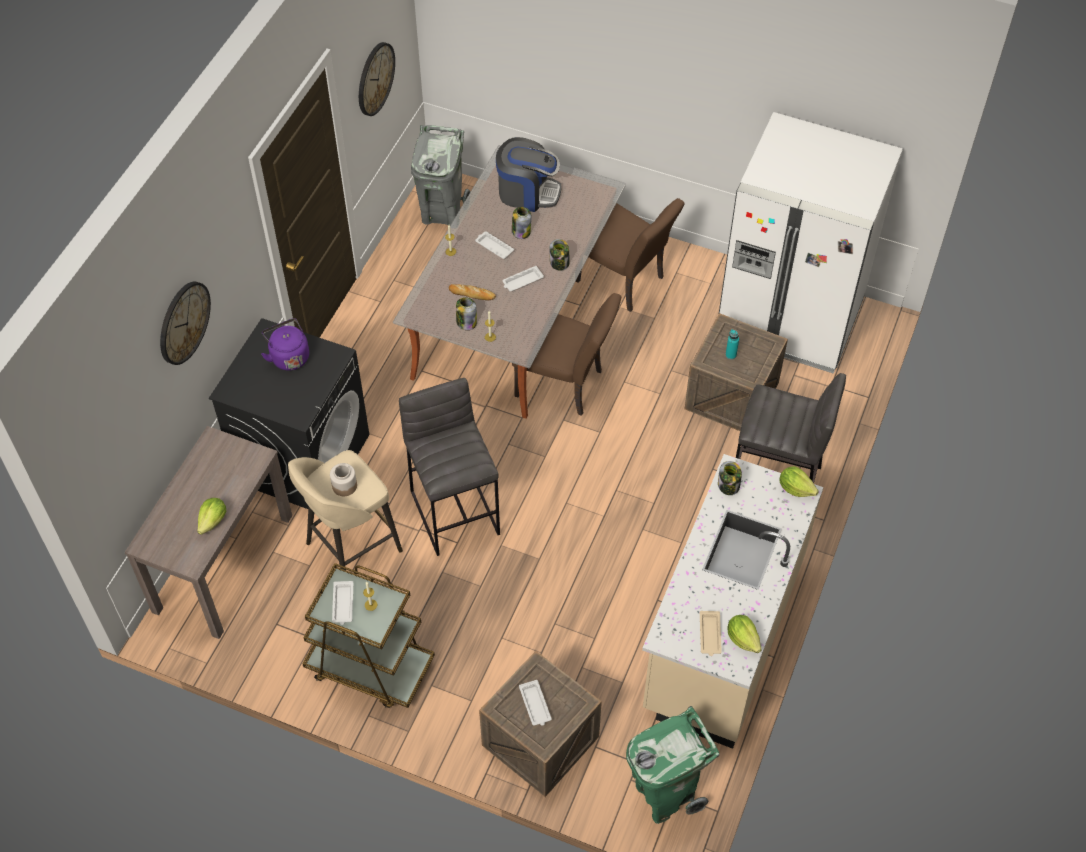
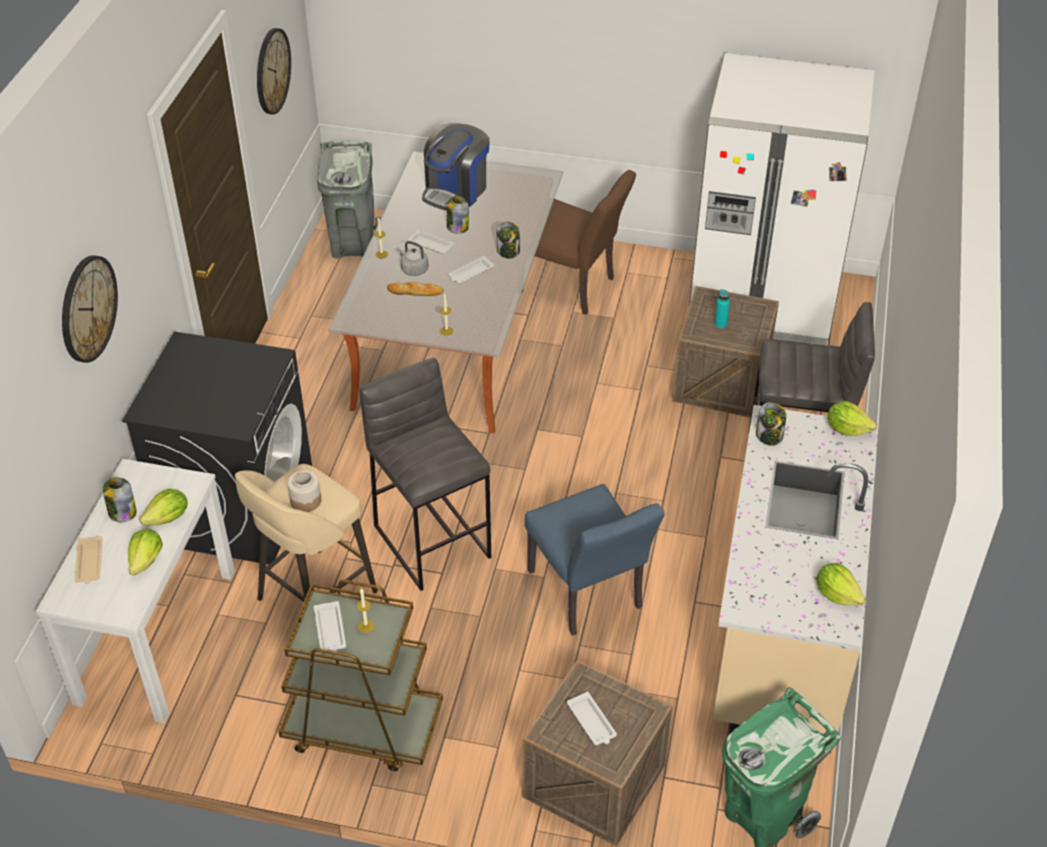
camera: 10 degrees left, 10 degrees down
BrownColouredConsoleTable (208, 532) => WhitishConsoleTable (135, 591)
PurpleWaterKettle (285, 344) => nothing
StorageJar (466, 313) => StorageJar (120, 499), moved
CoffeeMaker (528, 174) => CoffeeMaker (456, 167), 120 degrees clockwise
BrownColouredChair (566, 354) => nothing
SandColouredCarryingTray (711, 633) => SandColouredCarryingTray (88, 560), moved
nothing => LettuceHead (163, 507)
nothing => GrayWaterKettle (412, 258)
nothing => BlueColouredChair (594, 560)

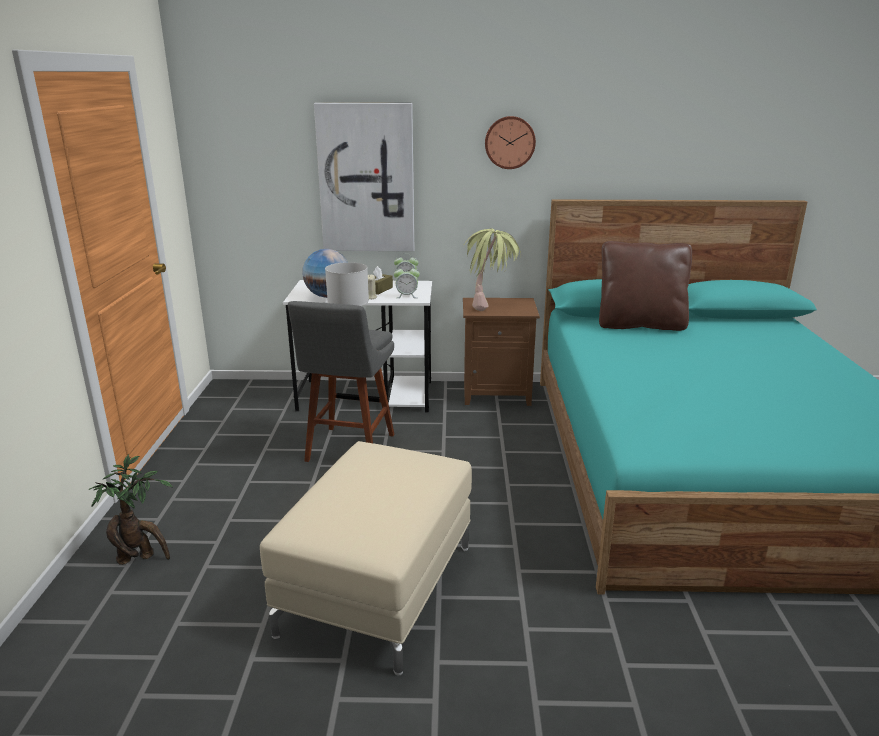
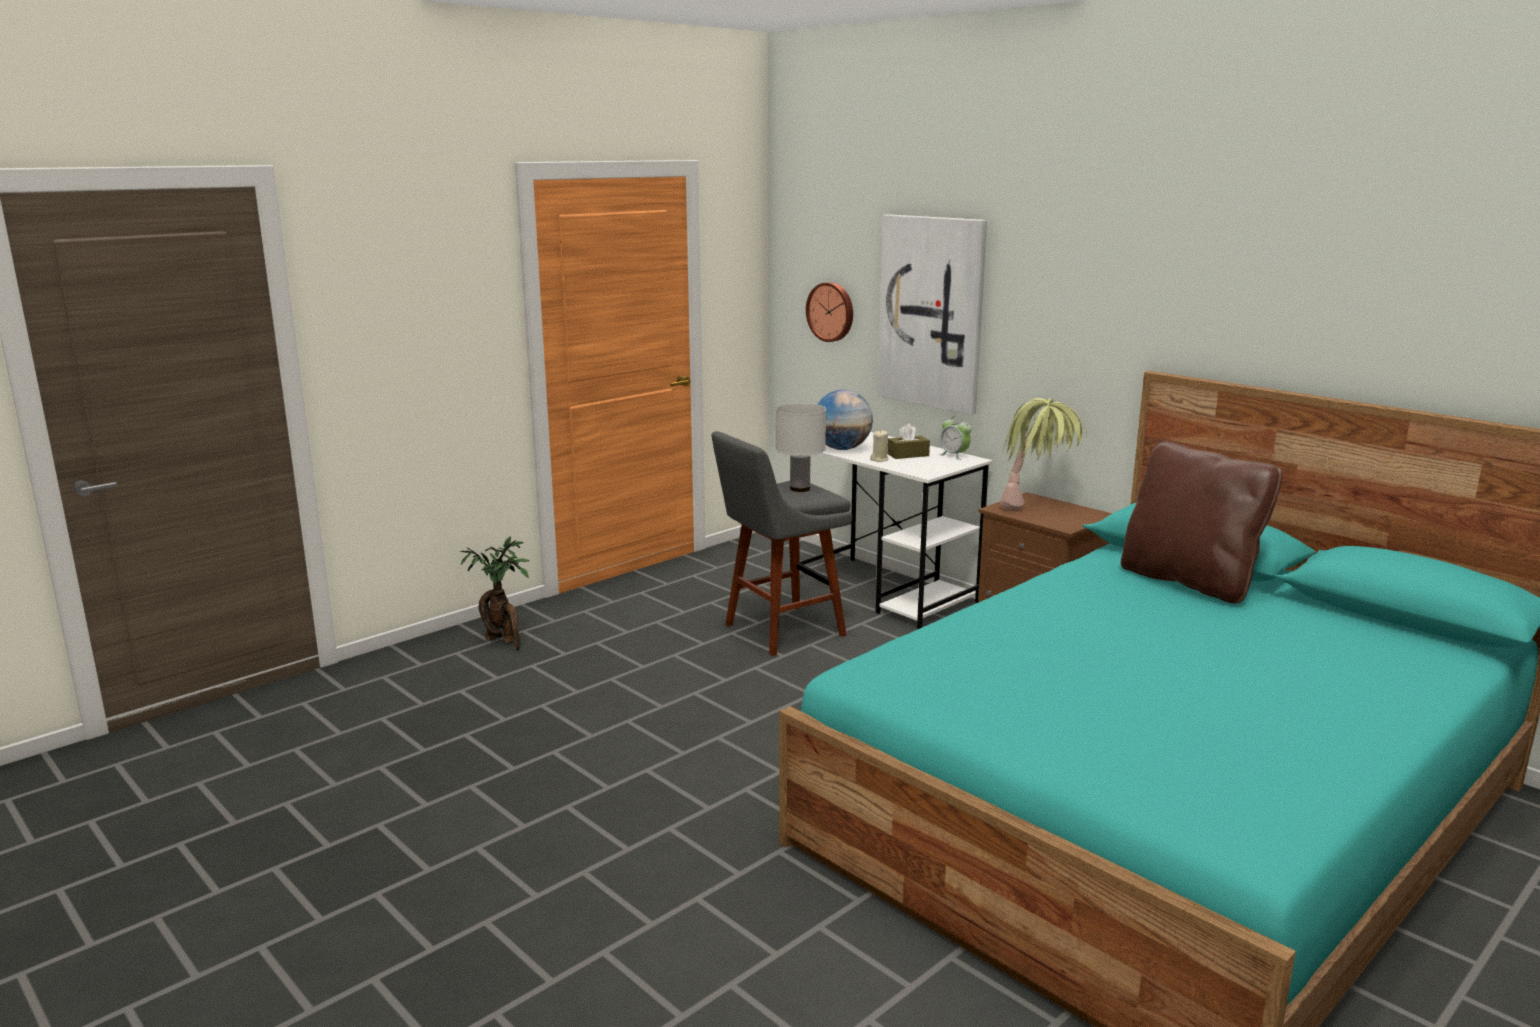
camera: 45 degrees right, 5 degrees down
SandColouredOttoman (366, 558) => nothing
BedsideClock (407, 283) => nothing
WallClock (510, 142) => WallClock (829, 312), moved

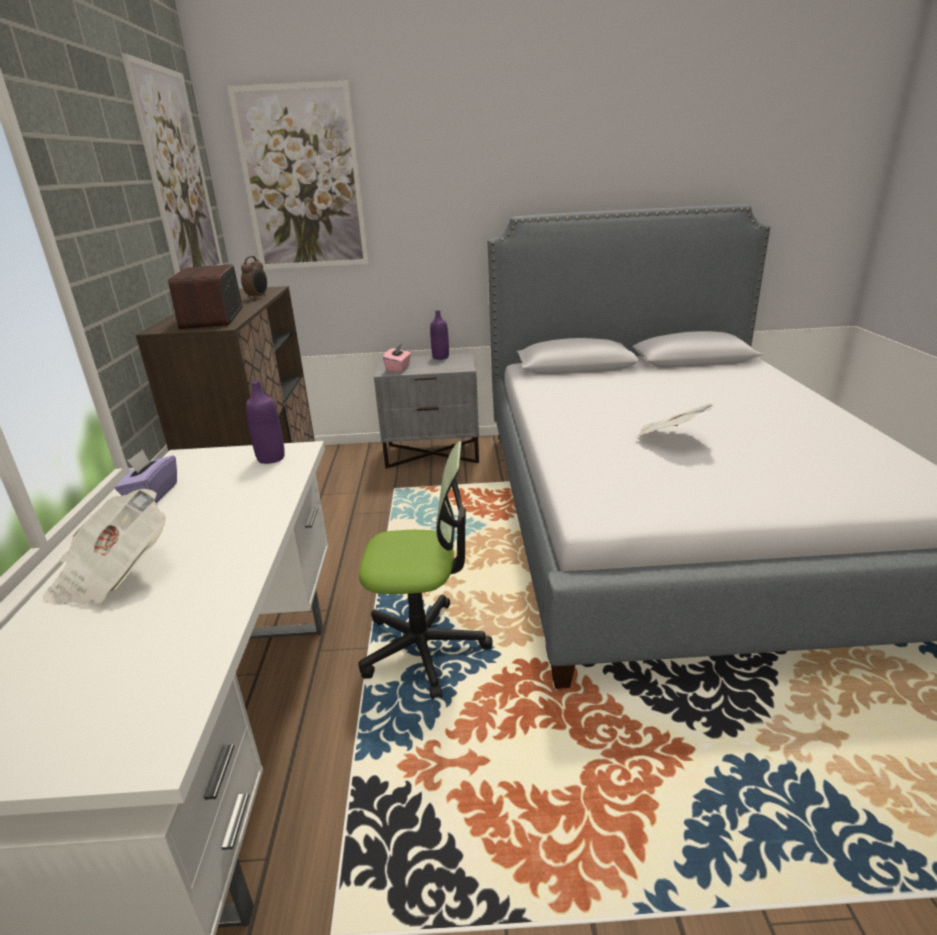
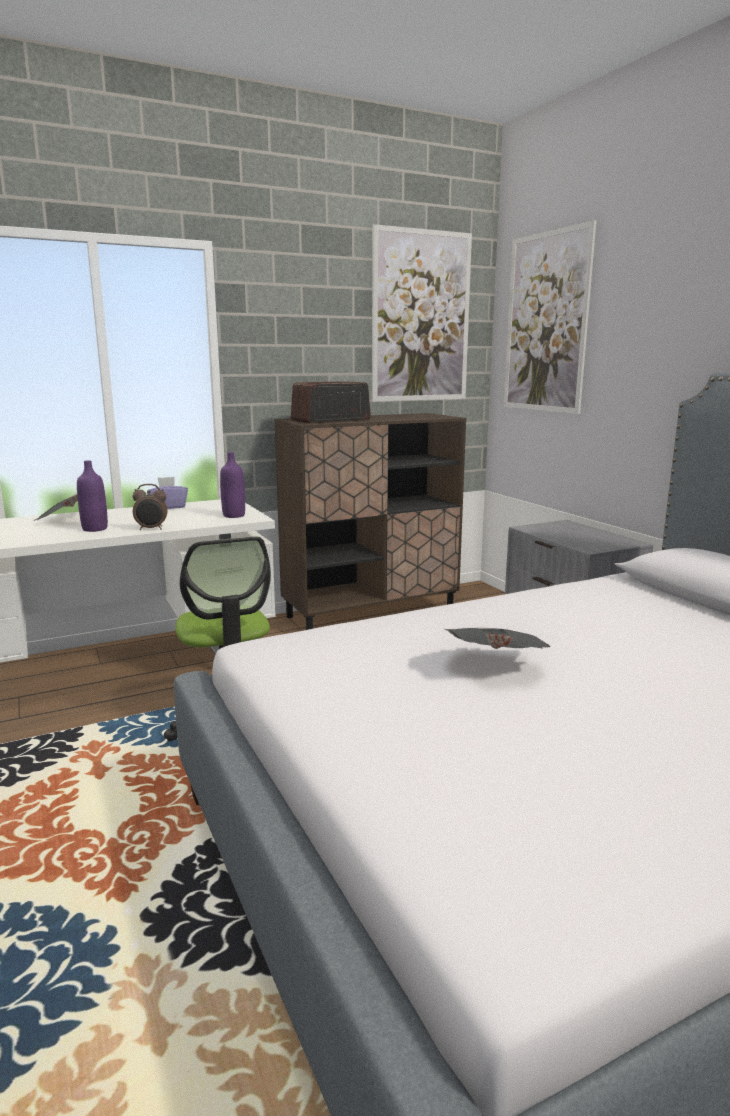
camera: 65 degrees right, 10 degrees down
BedsideClock (254, 277) => BedsideClock (149, 507), moved
PinkColouredTissueHolder (397, 358) => nothing
PurpleDrinkBottle (439, 335) => PurpleDrinkBottle (92, 496), moved

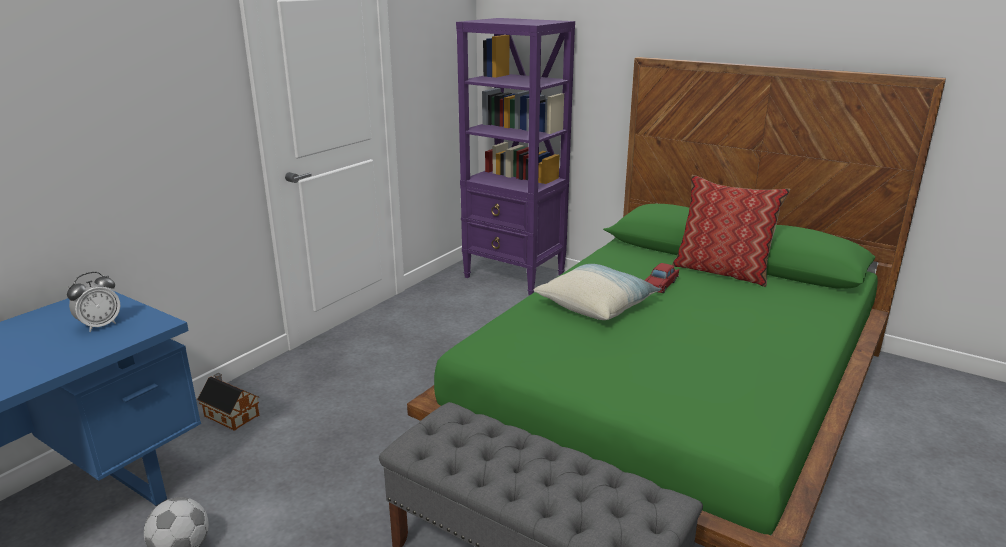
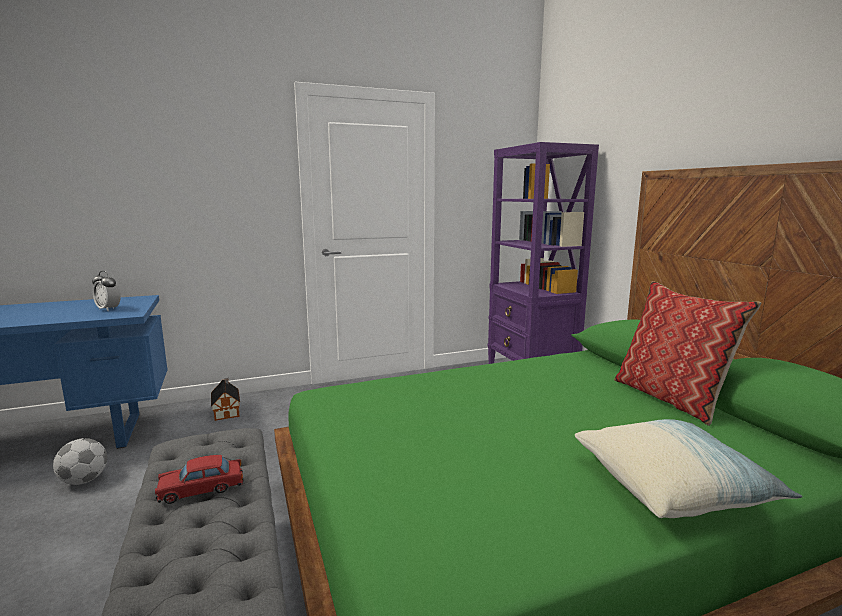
camera: 35 degrees right, 10 degrees down
BedsideClock (93, 302) => BedsideClock (106, 291), 45 degrees clockwise
ThrowPillow (597, 292) => ThrowPillow (688, 468), moved
RedMiniatureCar (662, 278) => RedMiniatureCar (199, 479), moved

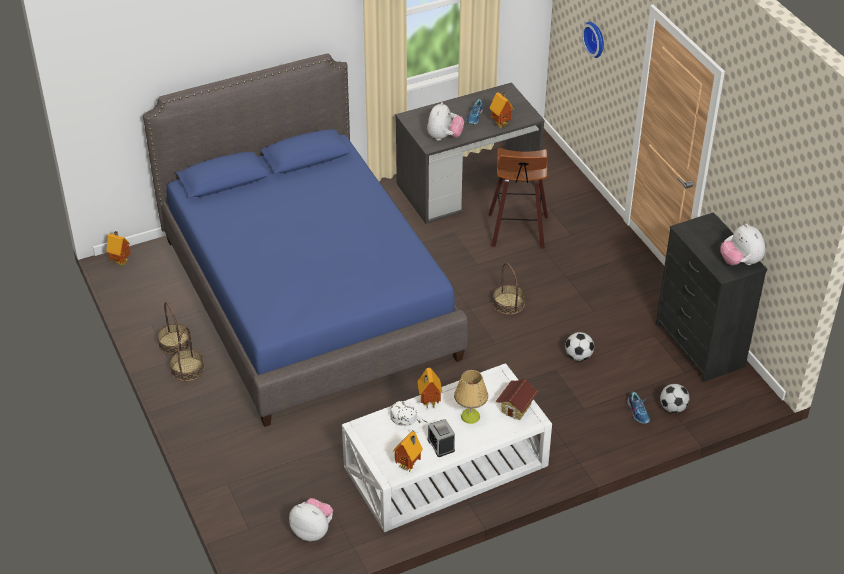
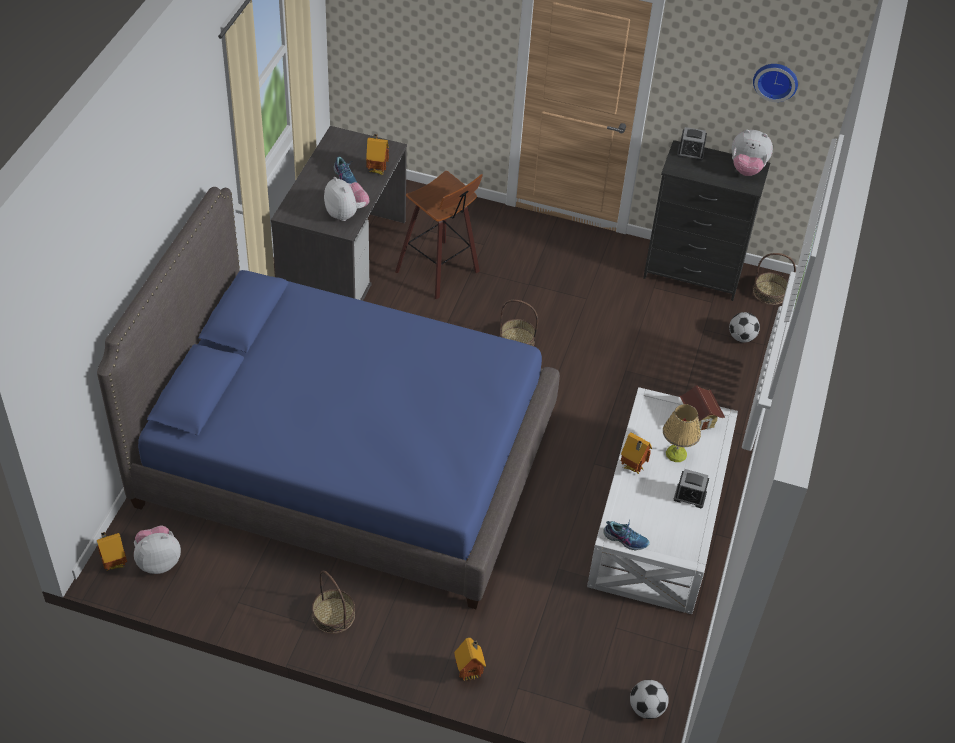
camera: 50 degrees left, 5 degrees up
StorageBasket (174, 328) => StorageBasket (774, 279), moved
PlushToy (311, 519) => PlushToy (157, 549), moved
WhitishCap (408, 417) => nothing
ToyHouse (408, 451) => ToyHouse (470, 659), moved
Football (579, 346) => Football (649, 699), moved
WallClock (593, 40) => WallClock (775, 83), moved
Shoe (638, 407) => Shoe (626, 535), moved
nothing => BedsideClock (692, 144)

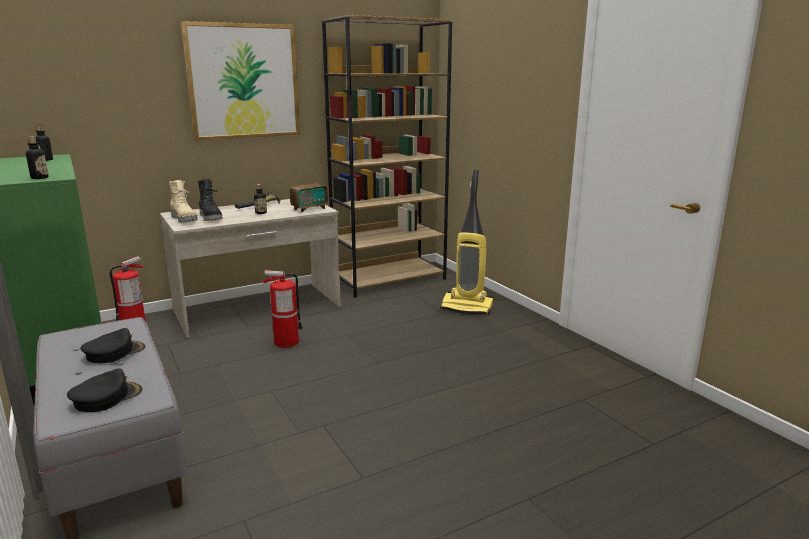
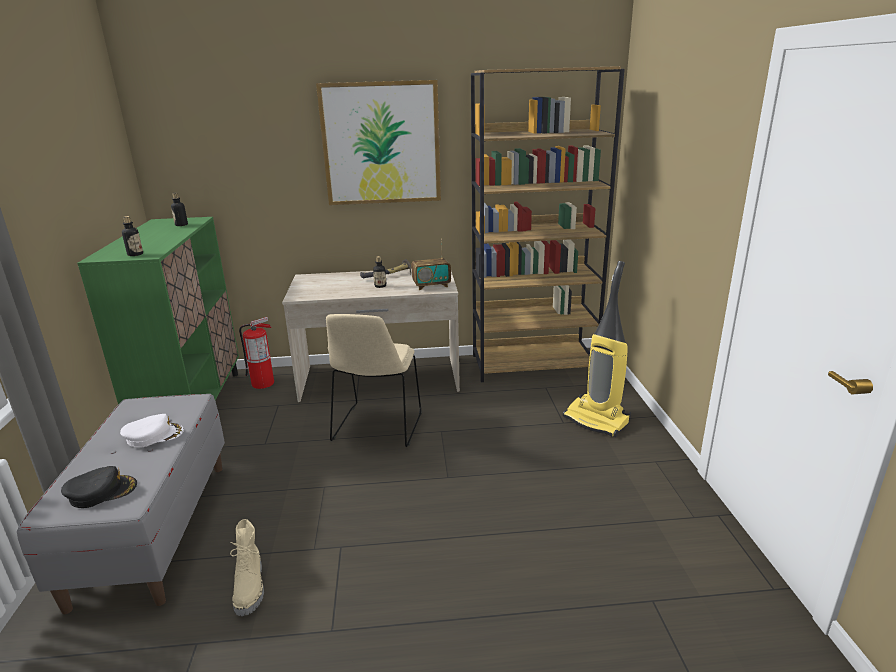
camera: 25 degrees right, 5 degrees up
BlackishCap (112, 345) => WhitishCap (152, 431)
SandColouredTallBoot (183, 201) => SandColouredTallBoot (247, 567), moved
BlackishTallBoot (210, 200) => nothing
FireFightingCylinder (283, 309) => SandColouredChair (374, 380)

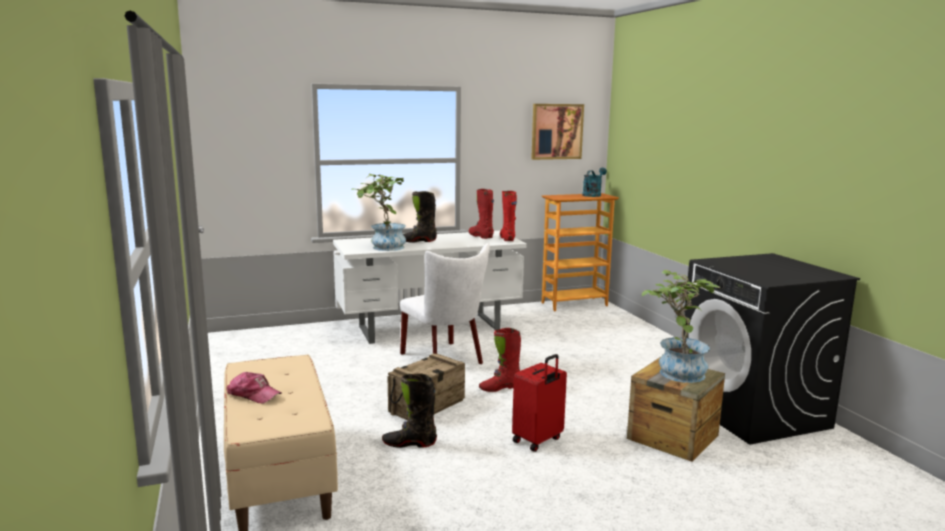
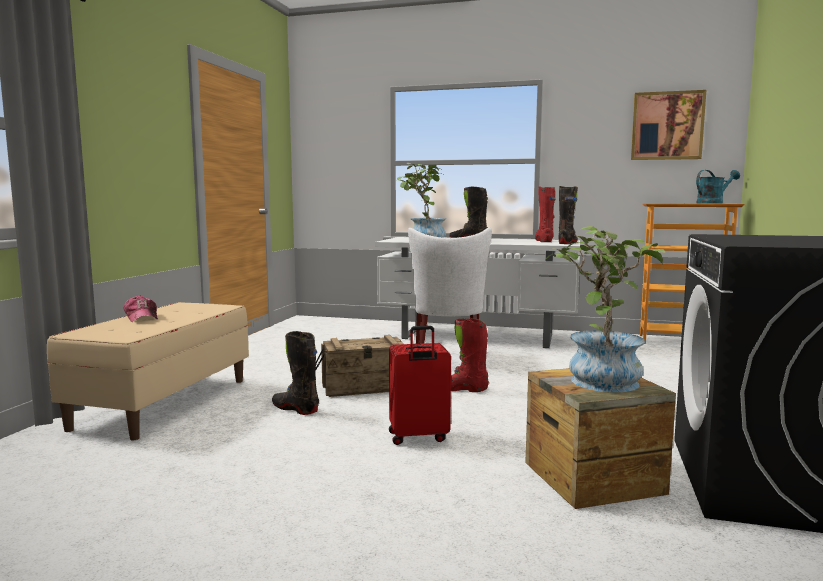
camera: 35 degrees right, 5 degrees down
RedTallBoot (508, 216) => BlackishTallBoot (568, 215)

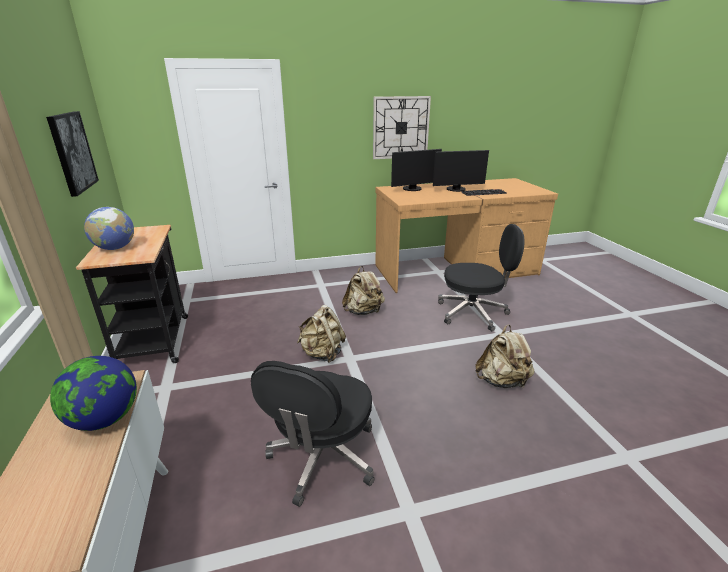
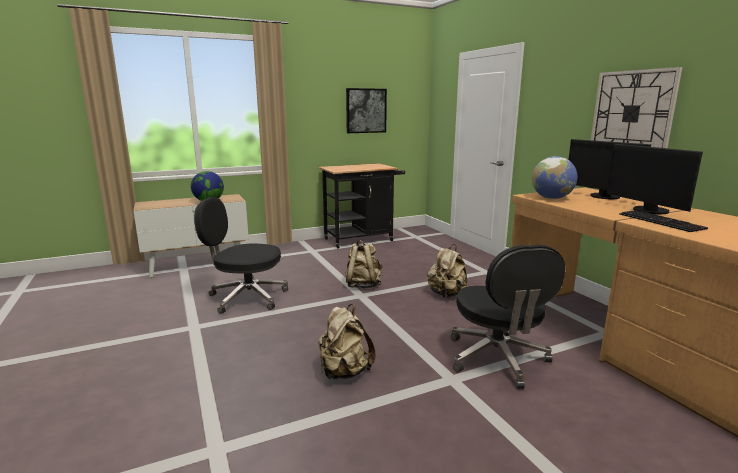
camera: 80 degrees right, 10 degrees down
Globe (109, 228) => Globe (554, 177), moved

